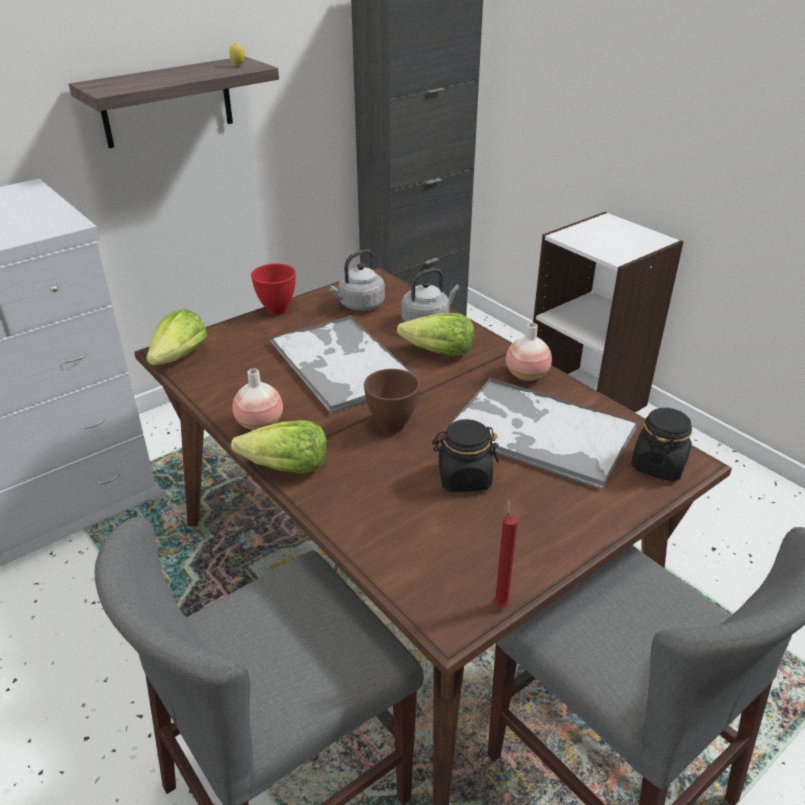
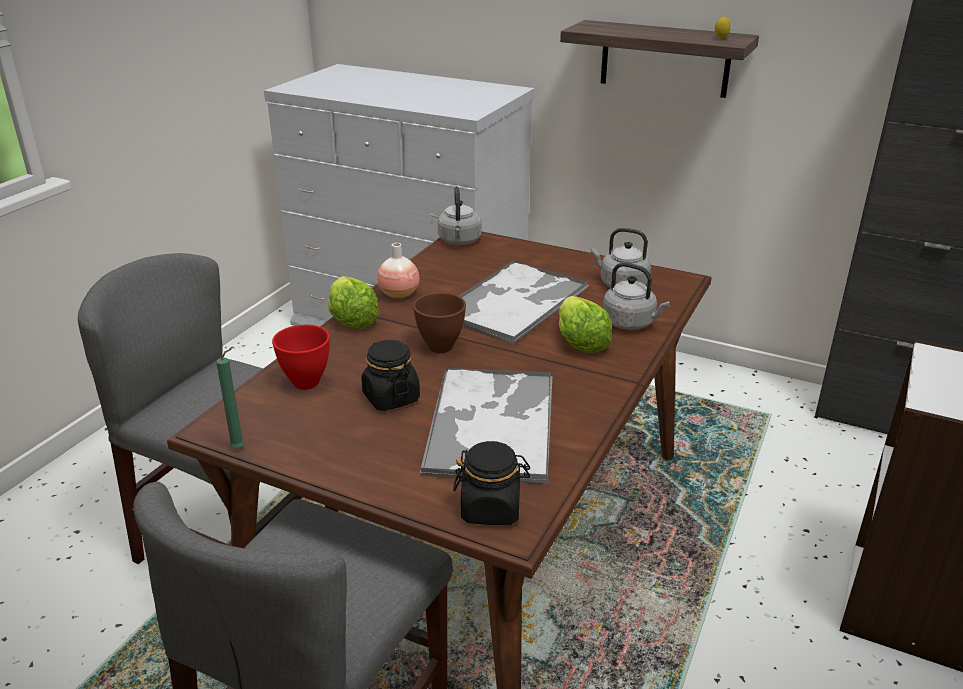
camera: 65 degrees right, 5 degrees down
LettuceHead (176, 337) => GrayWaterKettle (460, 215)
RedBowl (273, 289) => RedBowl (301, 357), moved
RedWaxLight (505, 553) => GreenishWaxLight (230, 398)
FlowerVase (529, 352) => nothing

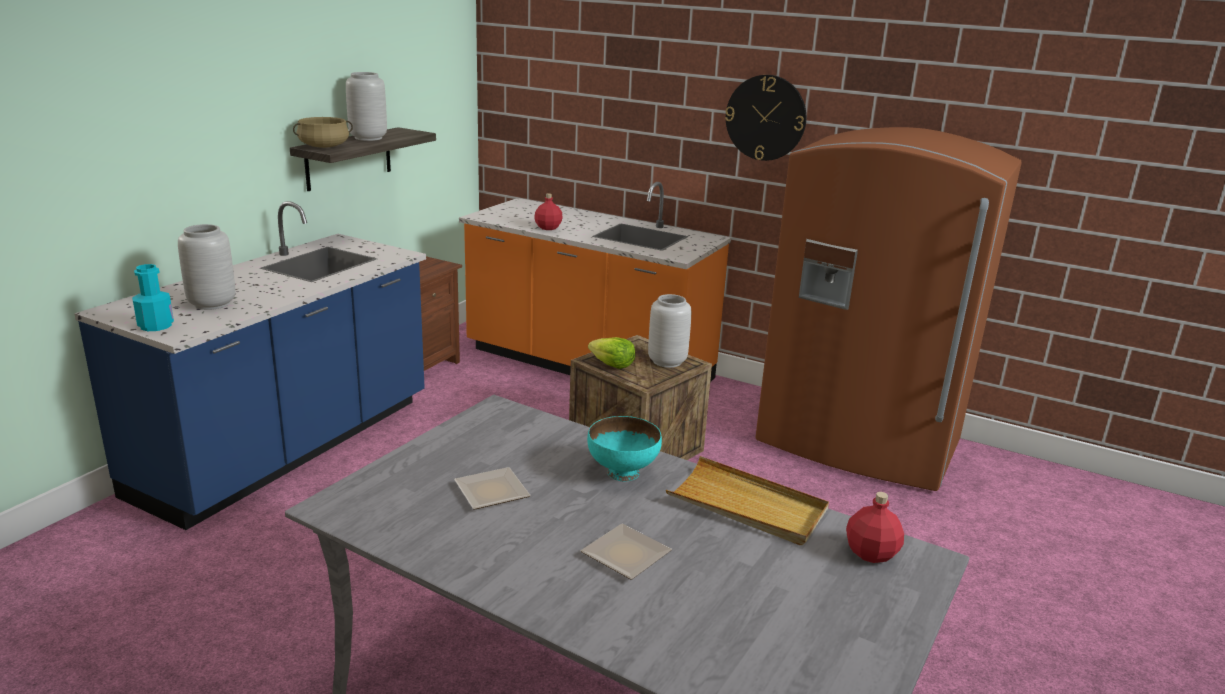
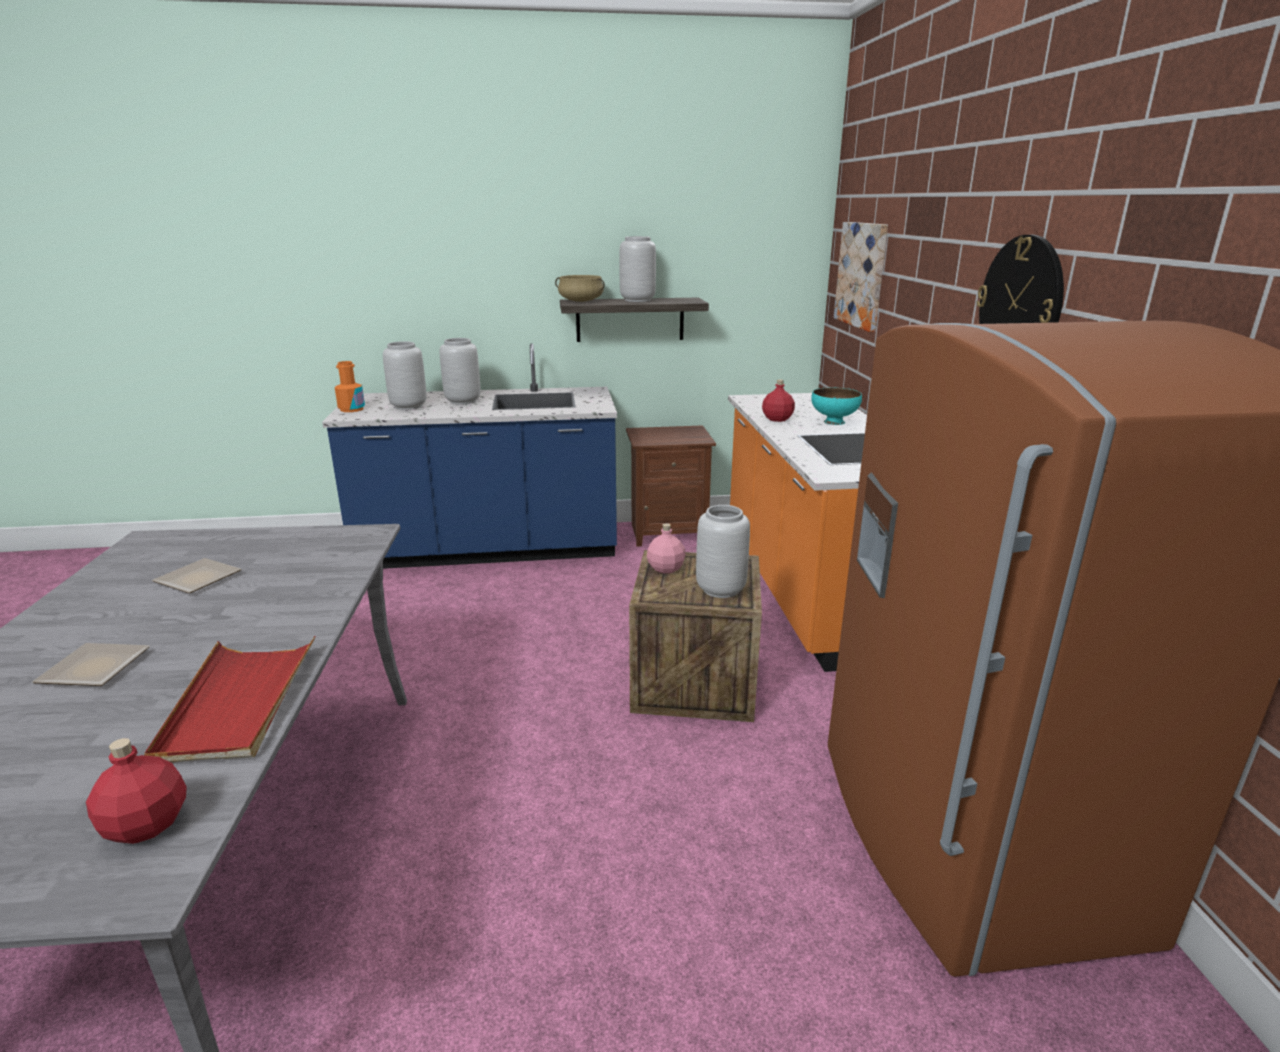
camera: 55 degrees right, 0 degrees up
BlueGreenDrinkBottle (153, 297) => OrangeColouredDrinkBottle (350, 386)
BlueGreenBowl (624, 448) => BlueGreenBowl (836, 406), moved
LettuceHead (611, 353) => PinkColouredDrinkBottle (666, 548)
SandColouredCarryingTray (747, 500) => RedCarryingTray (229, 699)
nothing => GrayFlowerVase (460, 371)
nothing => WallArt (861, 277)

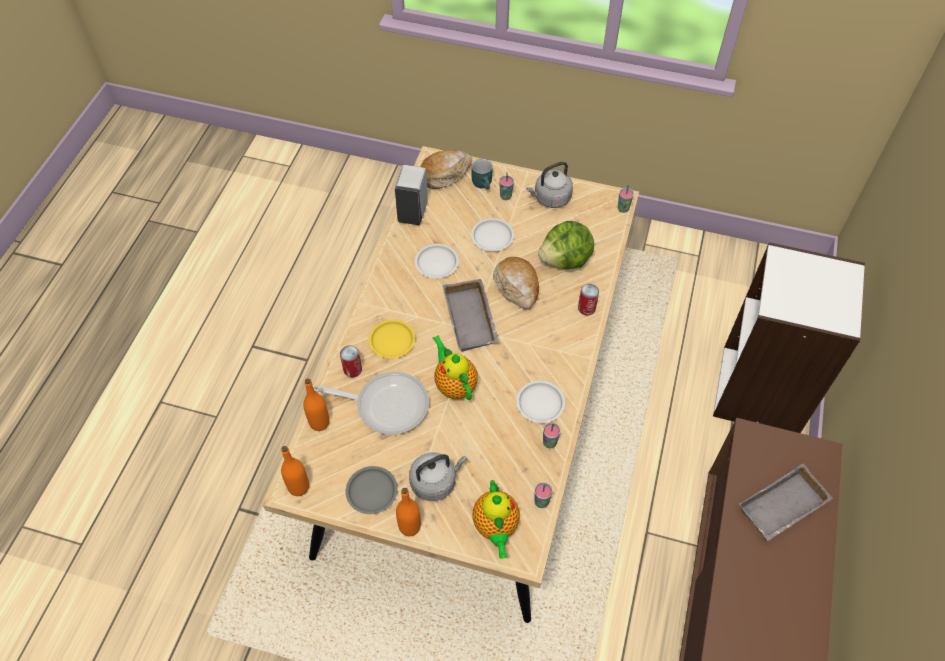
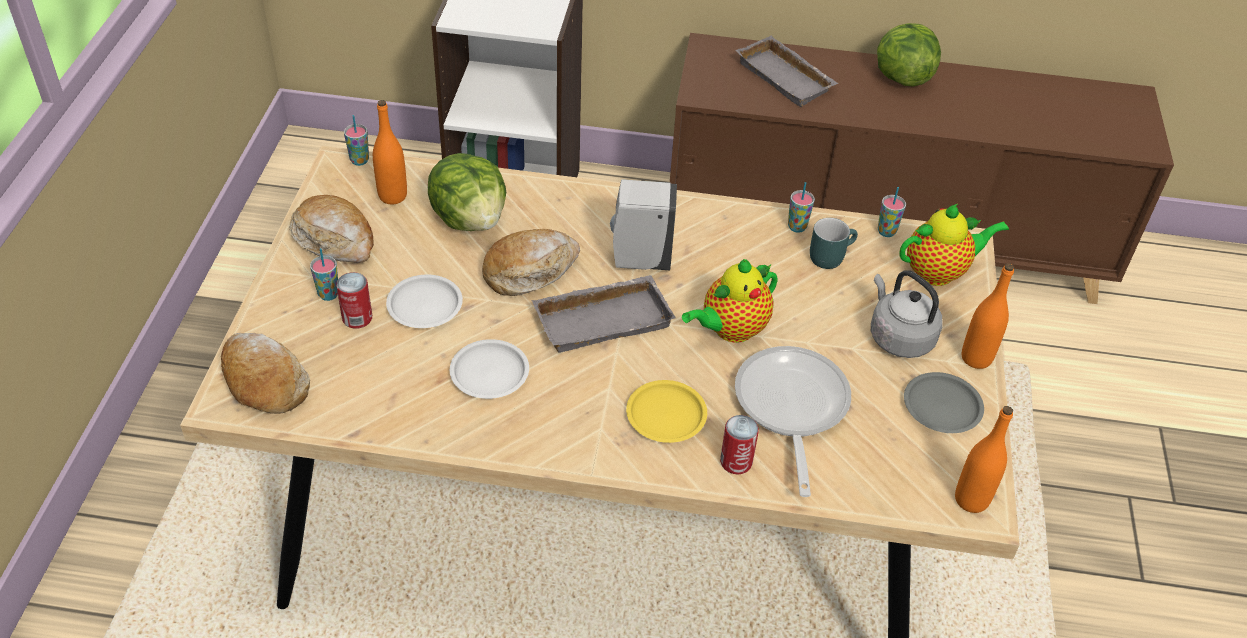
camera: 100 degrees left, 10 degrees down
OrangeColouredDrinkBottle (316, 404) => OrangeColouredDrinkBottle (390, 152), moved
WhitishSoapBottle (411, 195) => WhitishSoapBottle (643, 224), moved
BlueGreenCoffeeMug (482, 174) => BlueGreenCoffeeMug (834, 243), moved
WhitishDinnerPlate (540, 401) => nothing
GrayWaterKettle (549, 184) => BakeryBread (331, 229)
Can (588, 299) => Can (354, 300), moved
nothing => LettuceHead (909, 54)

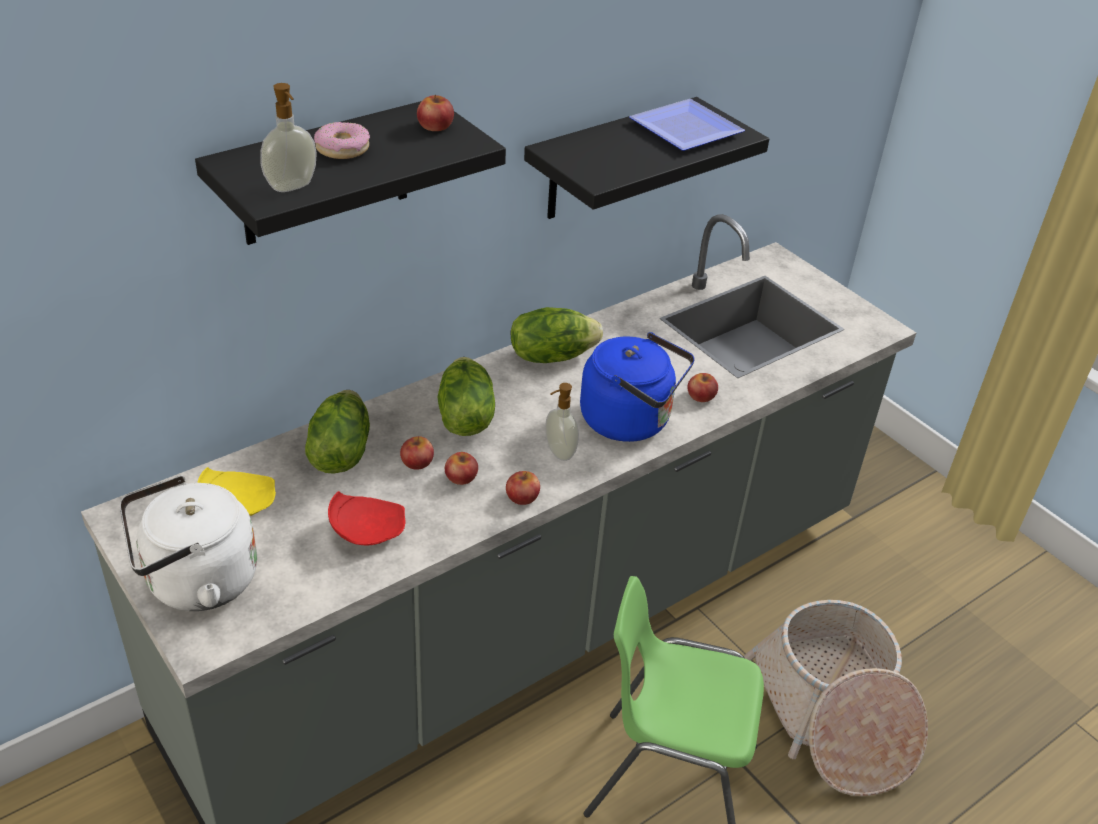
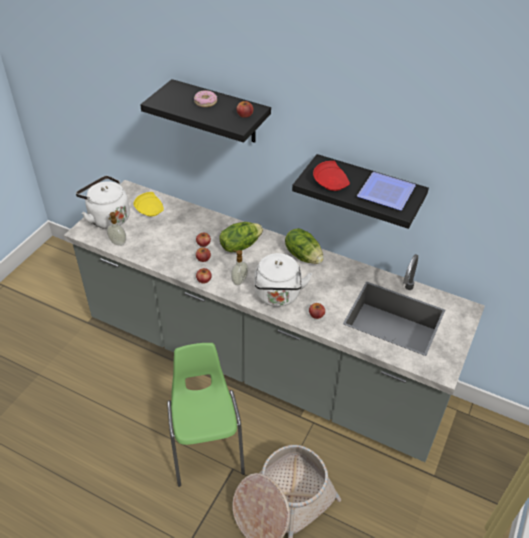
camera: 65 degrees right, 5 degrees up
SoapBottle (288, 137) => SoapBottle (116, 229), moved
LettuceHead (337, 432) => nothing
RedDinnerPlate (367, 518) => RedDinnerPlate (331, 176), moved
BlueColouredWaterKettle (637, 387) => WhitishWaterKettle (283, 280)

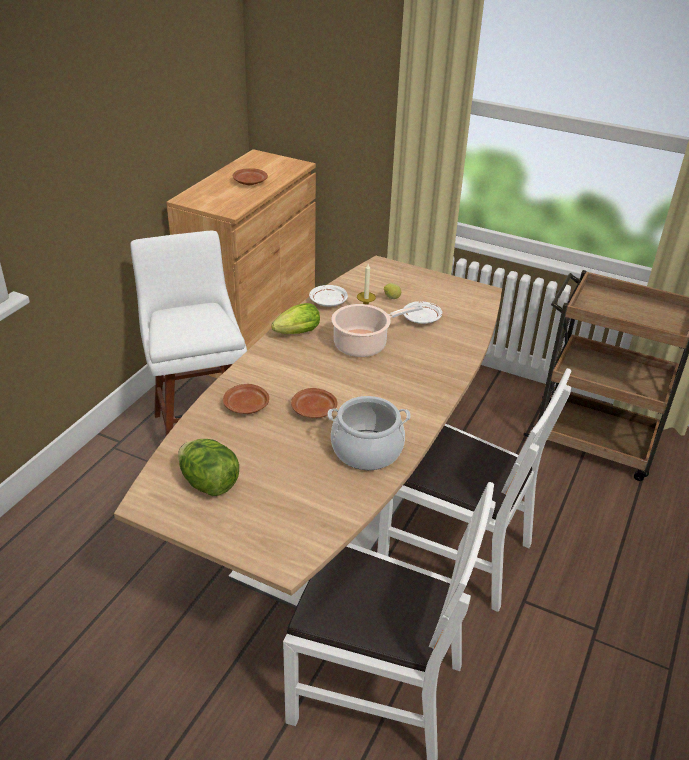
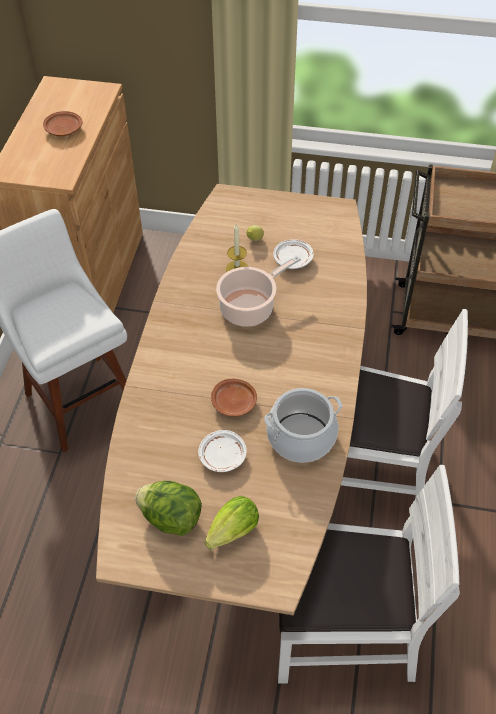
camera: 15 degrees left, 15 degrees up
BrownColouredDinnerPlate (246, 399) => nothing
LettuceHead (295, 318) => LettuceHead (232, 523), moved
WhitishDinnerPlate (328, 296) => WhitishDinnerPlate (222, 451), moved

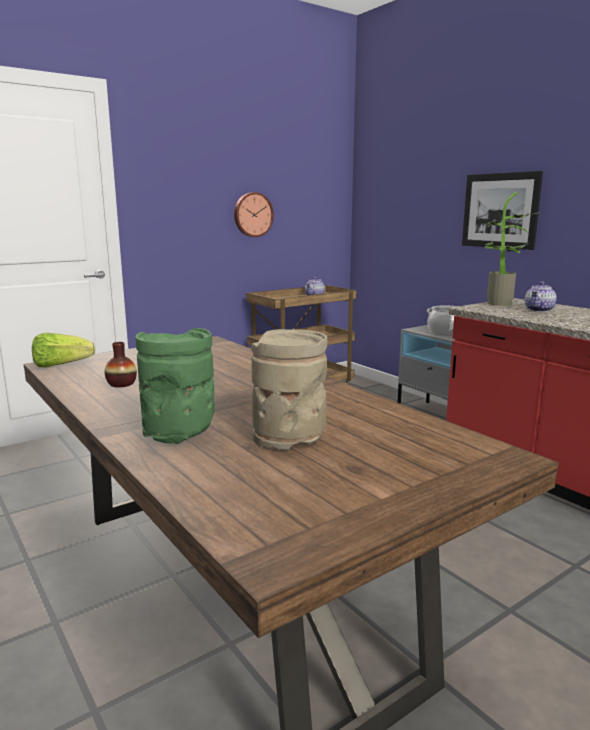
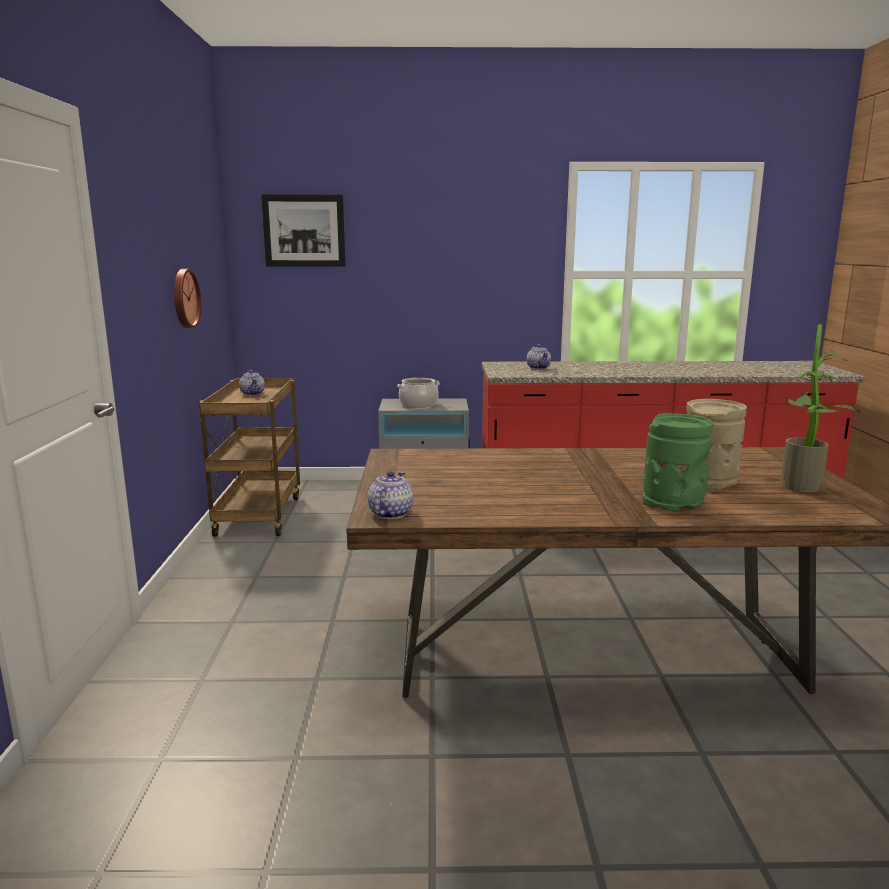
camera: 55 degrees left, 0 degrees up
LettuceHead (63, 350) => TeaPot (390, 495)
FlowerVase (121, 365) => nothing
WallArt (502, 210) => WallArt (303, 230), moved
PlantInAPot (512, 249) => PlantInAPot (821, 408), moved

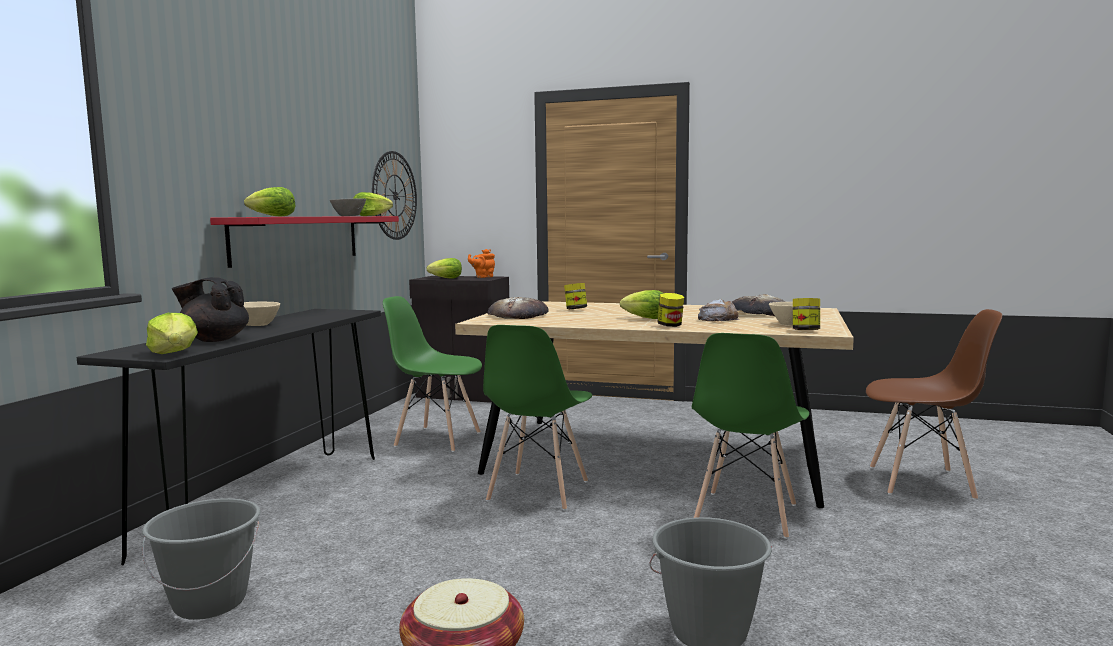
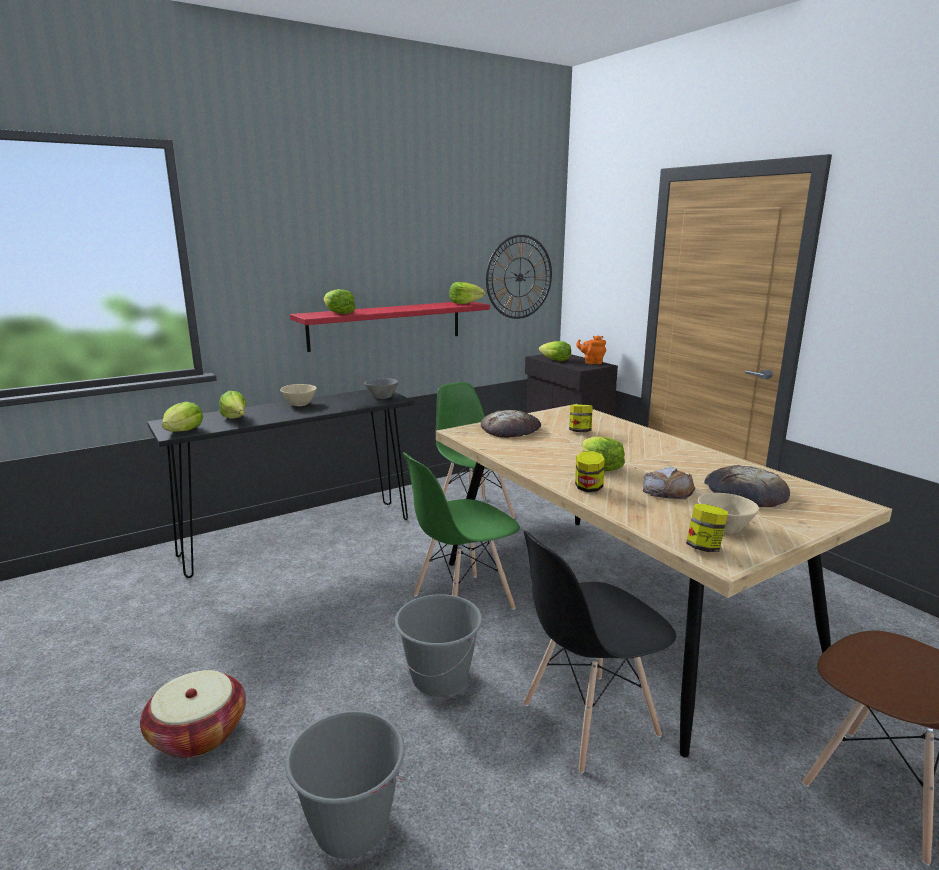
camera: 40 degrees right, 10 degrees up
GrayBucket (201, 559) => GrayBucket (439, 645), moved
BlackishTeaPot (210, 309) => LettuceHead (232, 405)
GrayBowl (348, 207) => GrayBowl (382, 388), moved
GreenishChair (751, 436) => BlackishChair (599, 651)

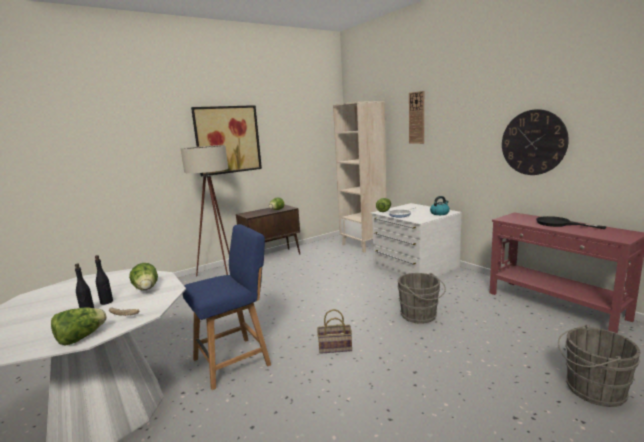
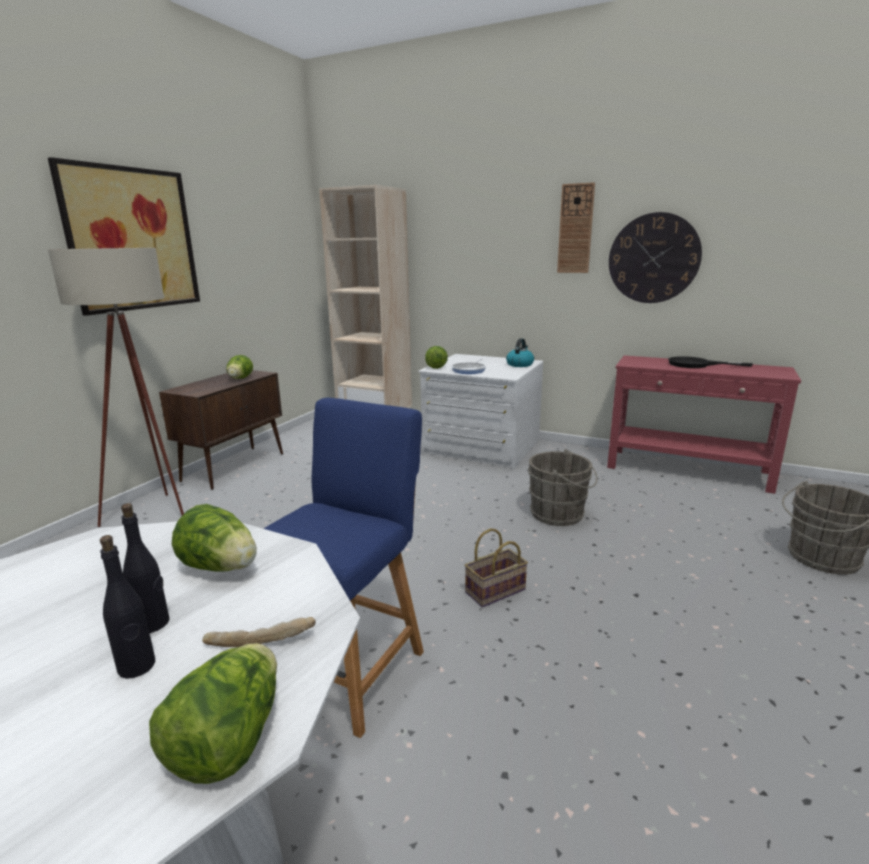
camera: 30 degrees left, 5 degrees up
WallClock (416, 117) => WallClock (576, 227), moved

